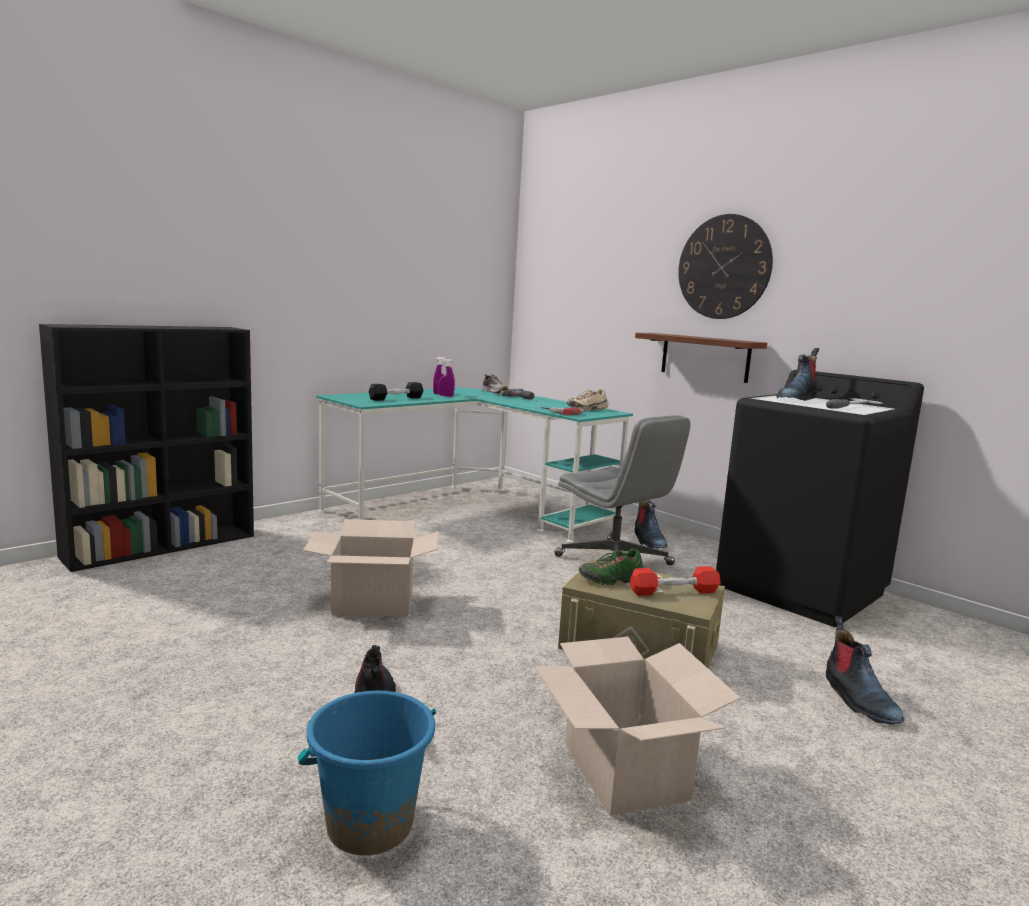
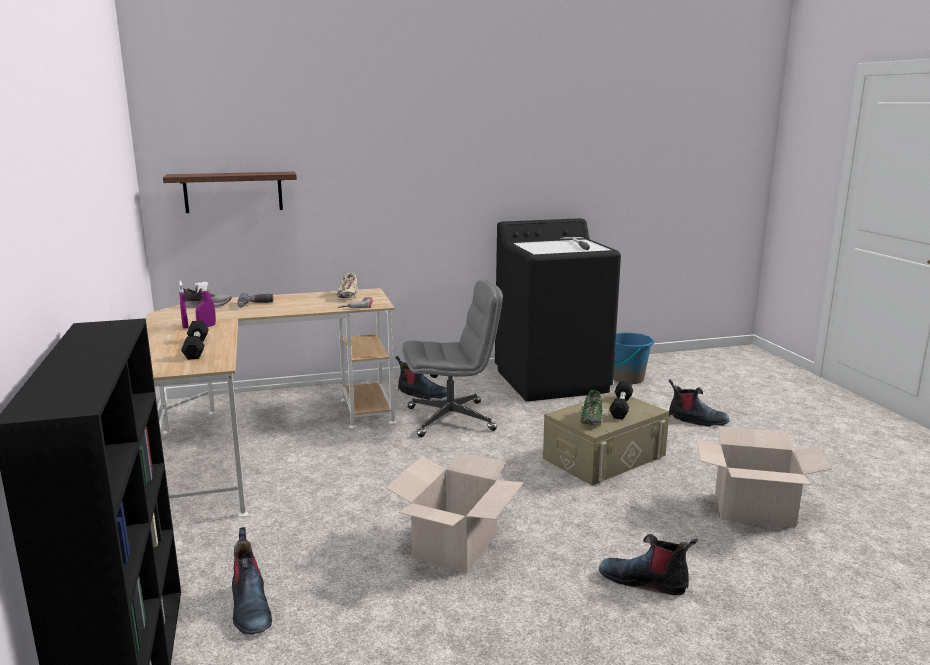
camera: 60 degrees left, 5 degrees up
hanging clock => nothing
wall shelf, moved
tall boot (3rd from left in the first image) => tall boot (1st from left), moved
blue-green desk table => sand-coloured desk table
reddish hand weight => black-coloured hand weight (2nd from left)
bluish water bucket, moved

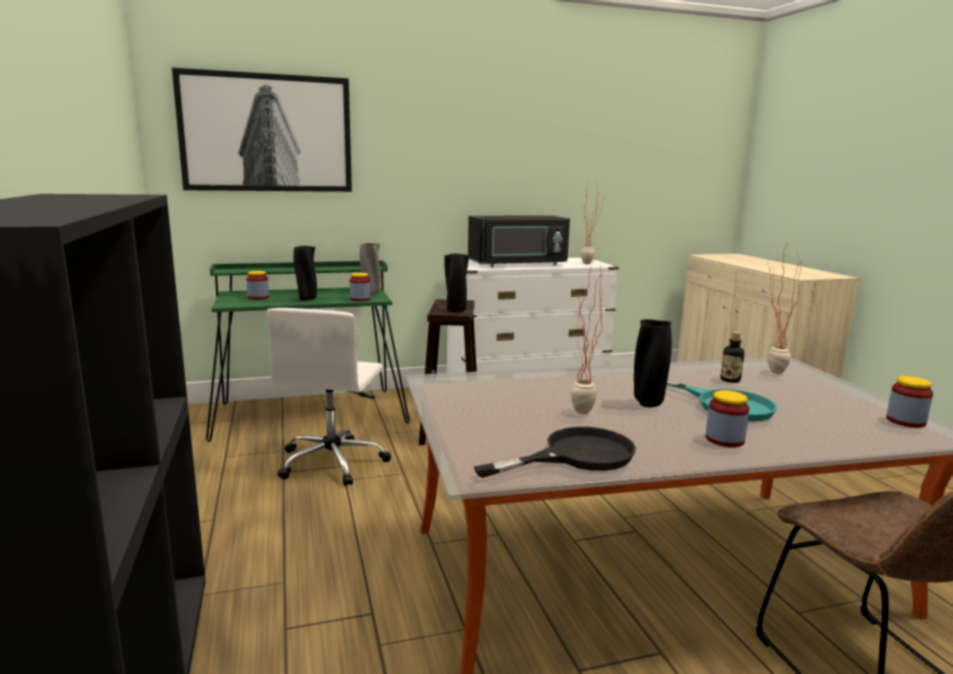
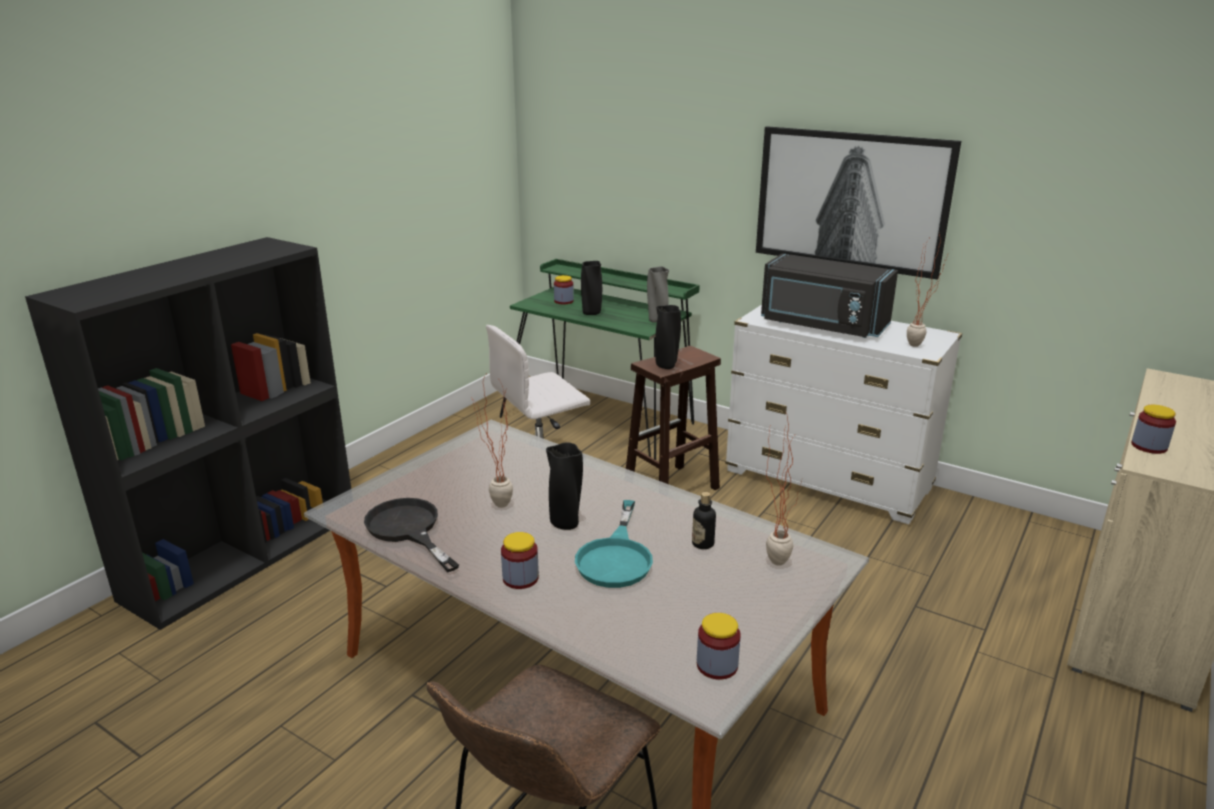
camera: 50 degrees right, 10 degrees up
wall art, moved
preserve jar (2nd from left in the first image) => preserve jar (4th from left), moved
black-coloured frying pan, 150 degrees counterclockwise

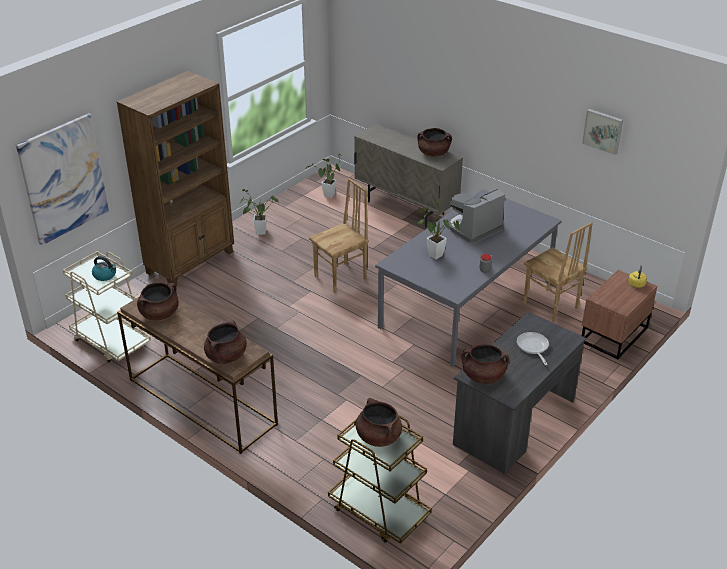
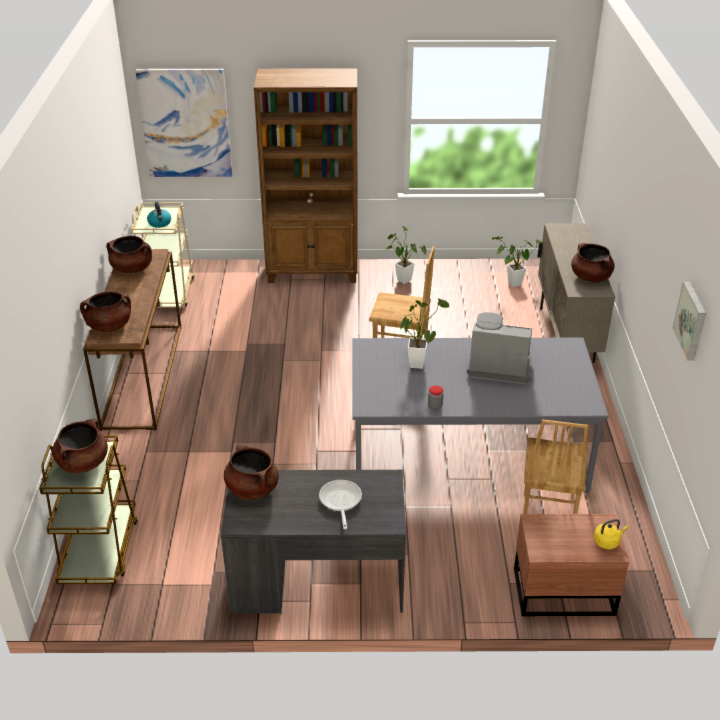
camera: 50 degrees right, 0 degrees up
frying pan, 45 degrees counterclockwise

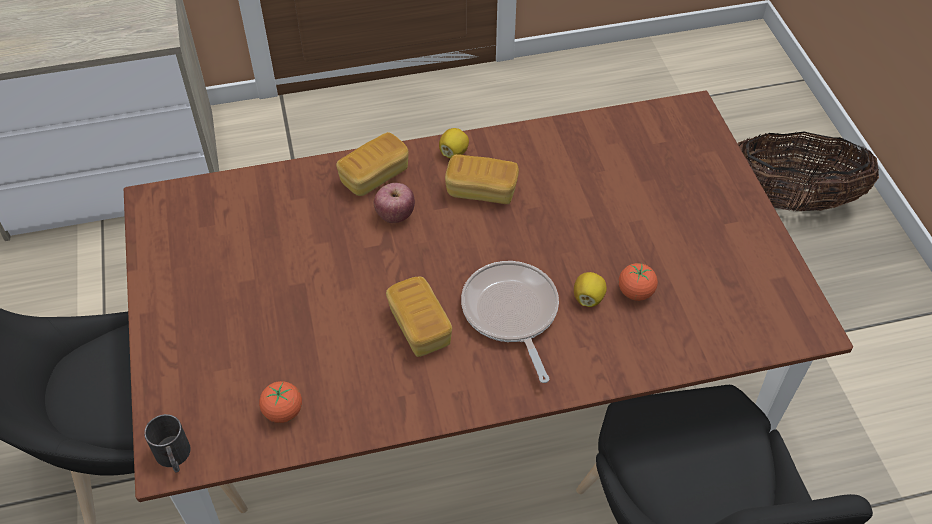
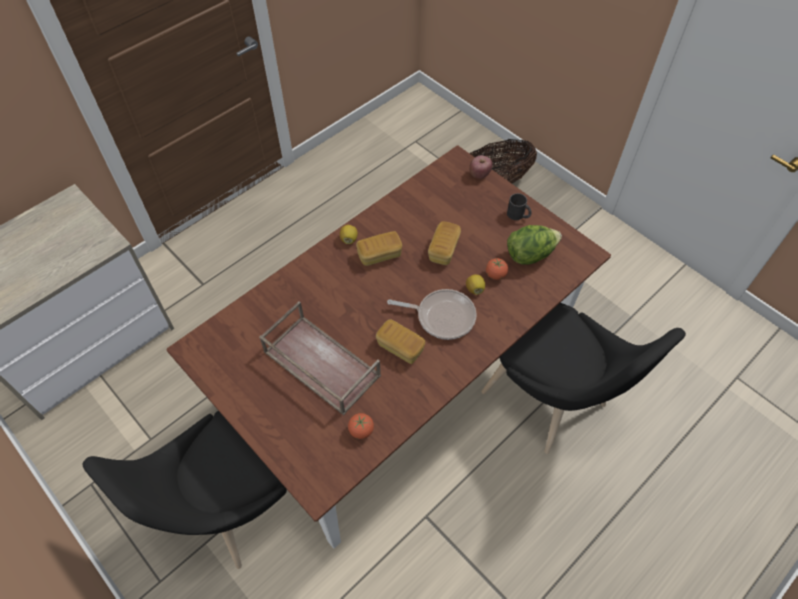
camera: 30 degrees left, 5 degrees up
bakery bread (1st from left in the first image) => bakery bread (3rd from left), moved
apple, moved
frying pan, 150 degrees clockwise
black-coloured tea mug, moved
nothing => lettuce head
nothing => brown tray

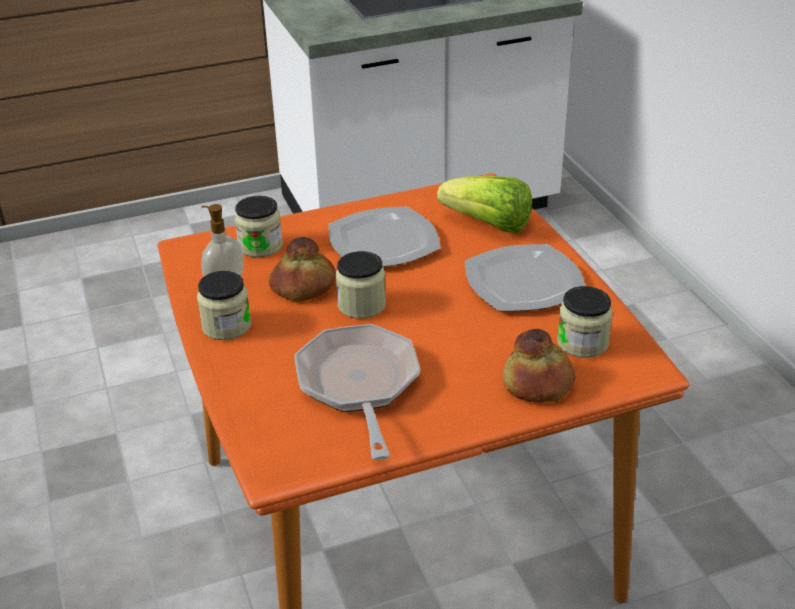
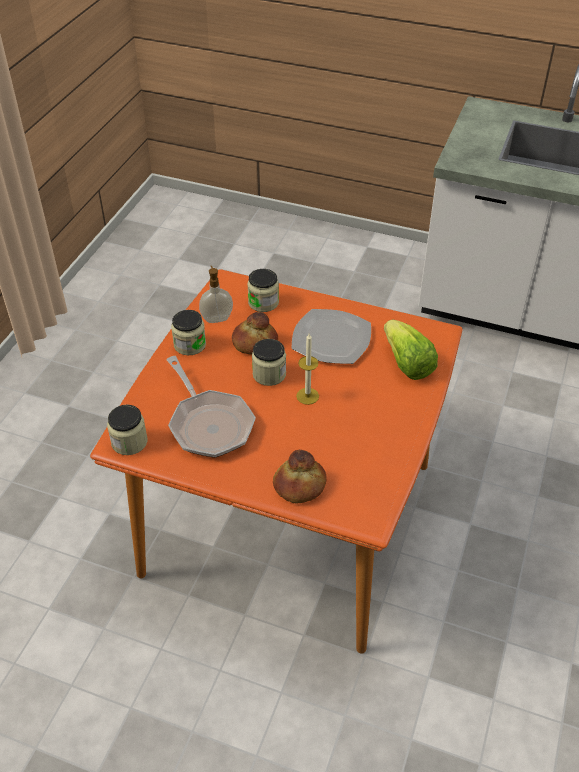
camera: 40 degrees right, 10 degrees up
plate (2nd from left) => nothing
preserve jar (4th from left in the first image) => preserve jar (1st from left), moved
frying pan, 120 degrees clockwise
nothing => wax candle

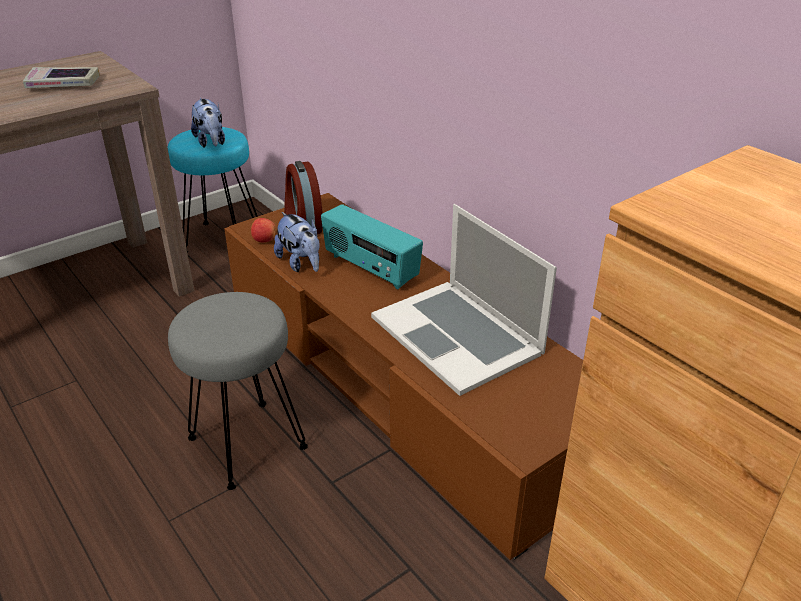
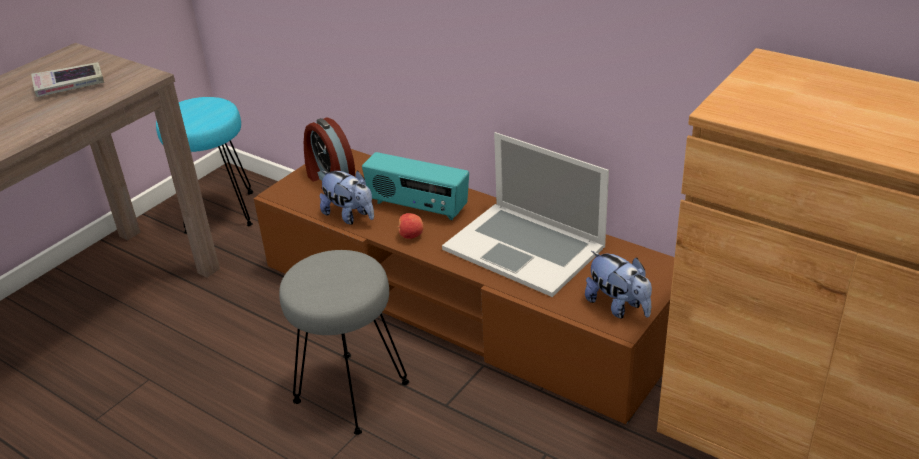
camera: 15 degrees left, 0 degrees up
soft toy (1st from left in the first image) => soft toy (2nd from left), moved
apple, moved

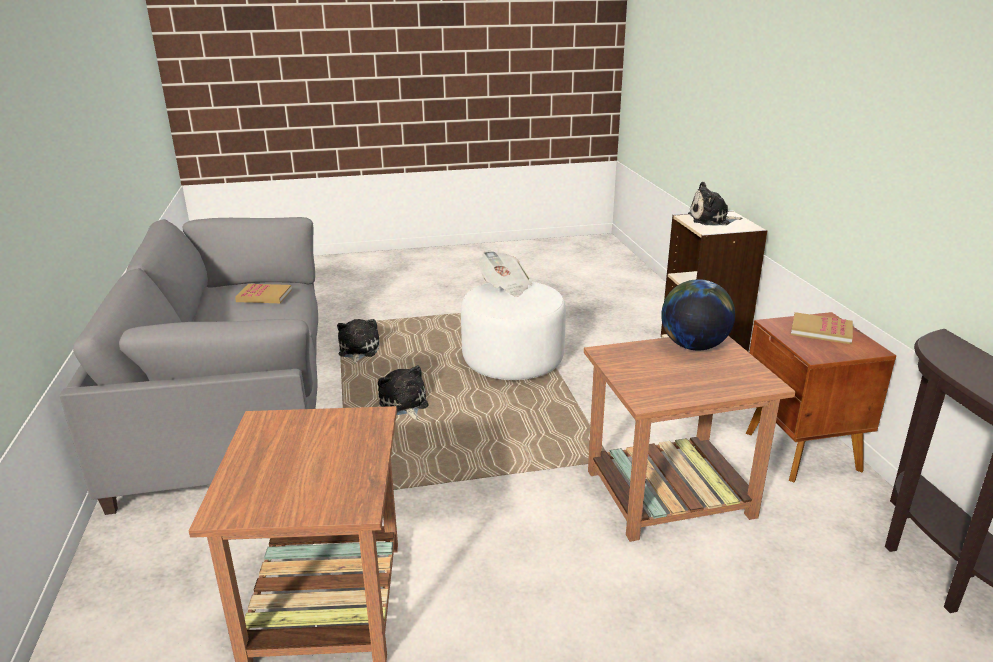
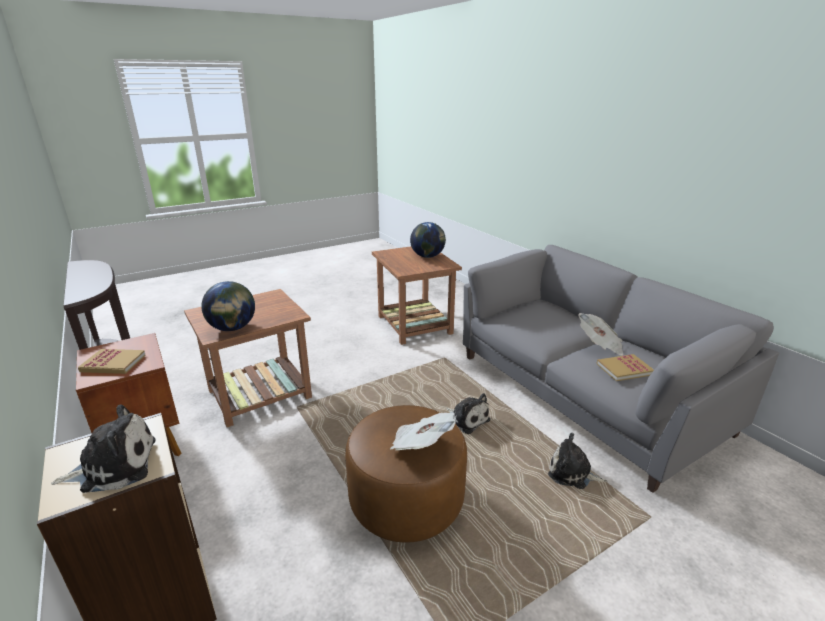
camera: 160 degrees right, 0 degrees up
whitish footrest => brown footrest
soft toy (1st from left in the first image) => soft toy (3rd from left), 135 degrees clockwise
nothing => desk globe (2nd from left)
nothing => printed paper (2nd from left)

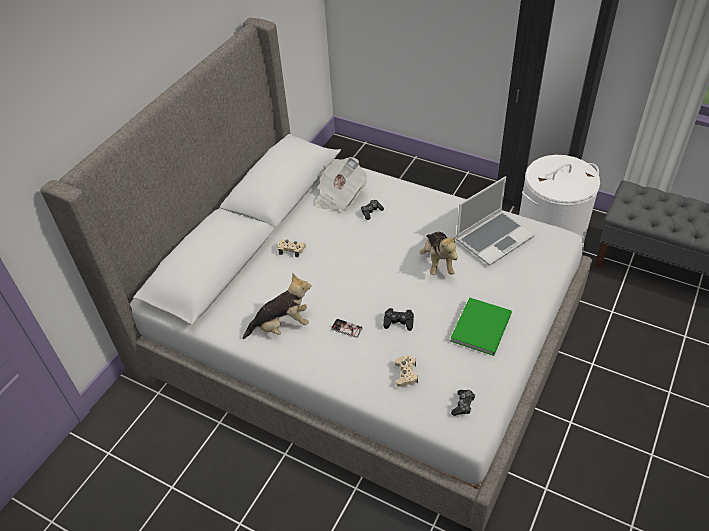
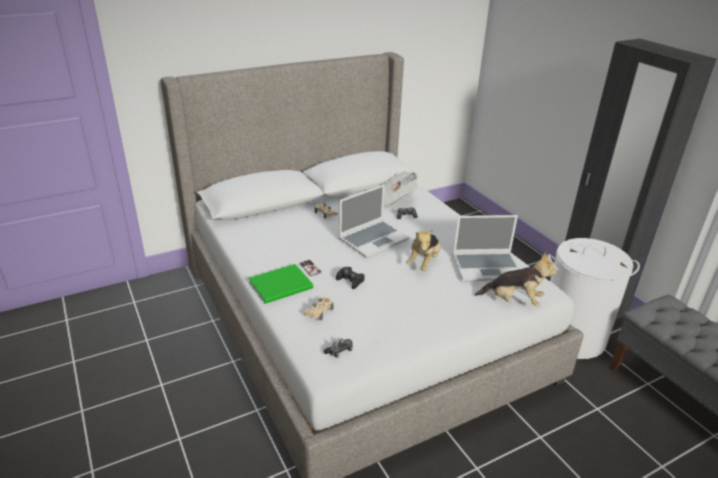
camera: 30 degrees right, 15 degrees down
soft toy (1st from left in the first image) => soft toy (2nd from left), moved
green-coloured volume, moved
nothing => portable computer (1st from left)

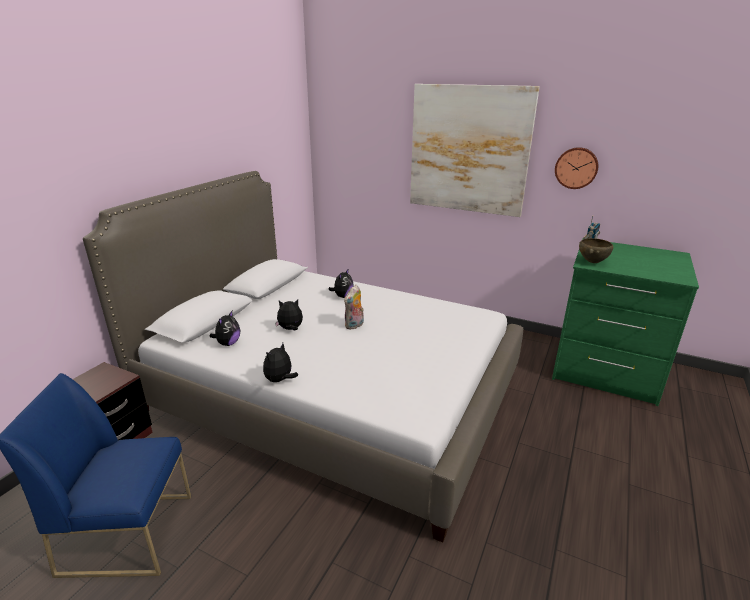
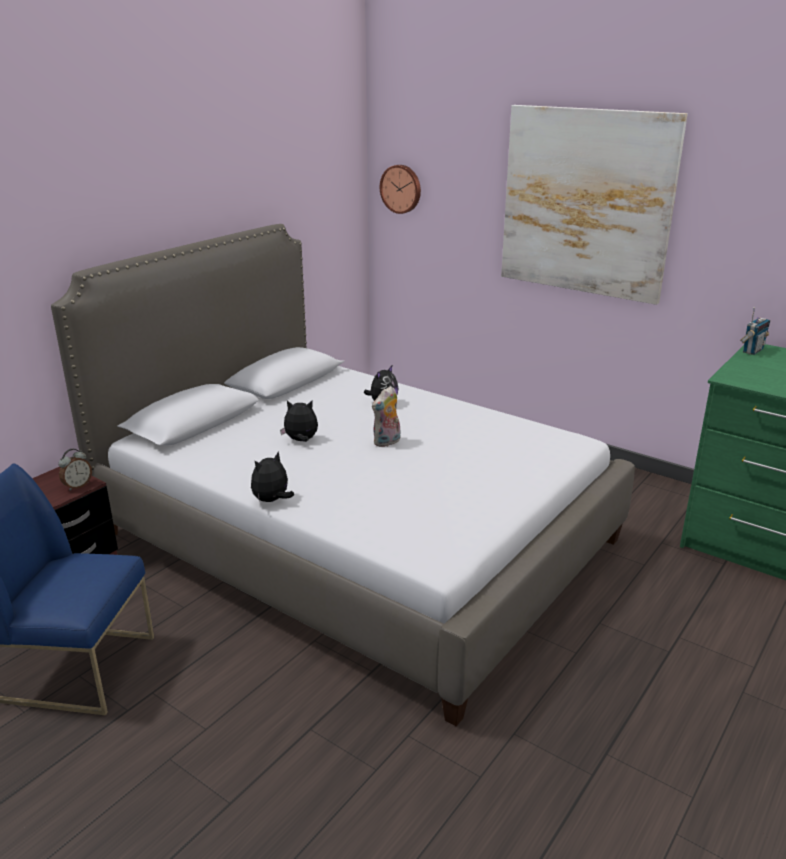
camera: 10 degrees right, 0 degrees up
hanging clock, moved
brown serving bowl => nothing
soft toy (1st from left) => nothing
nothing => alarm clock

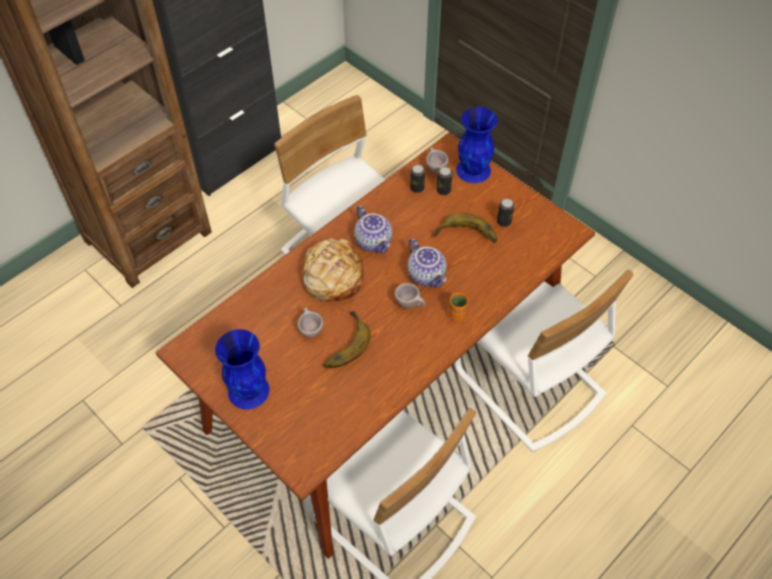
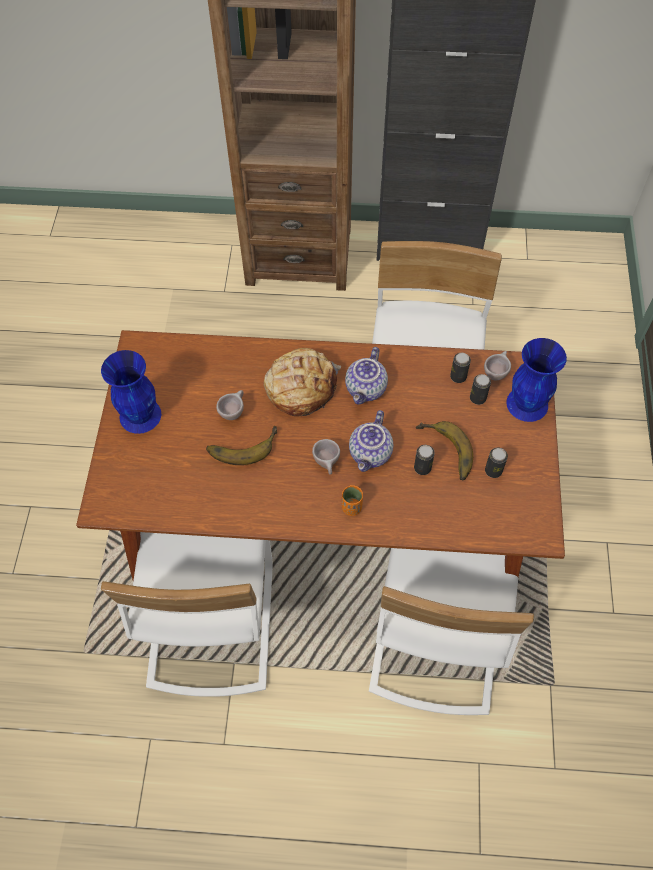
camera: 50 degrees right, 5 degrees up
nothing => sealed can (1st from left)

